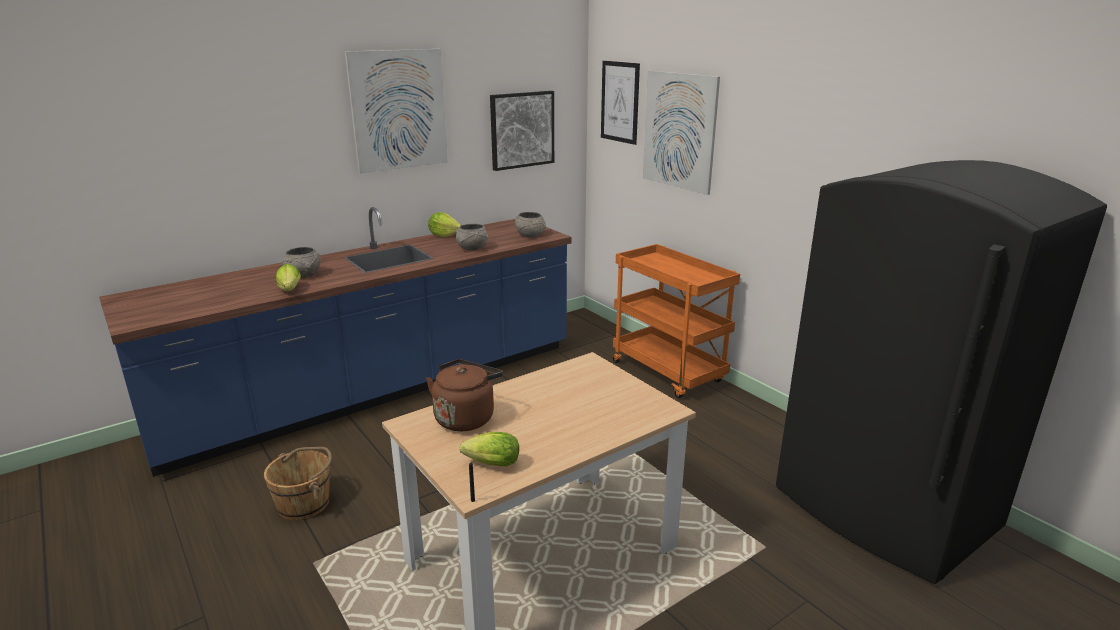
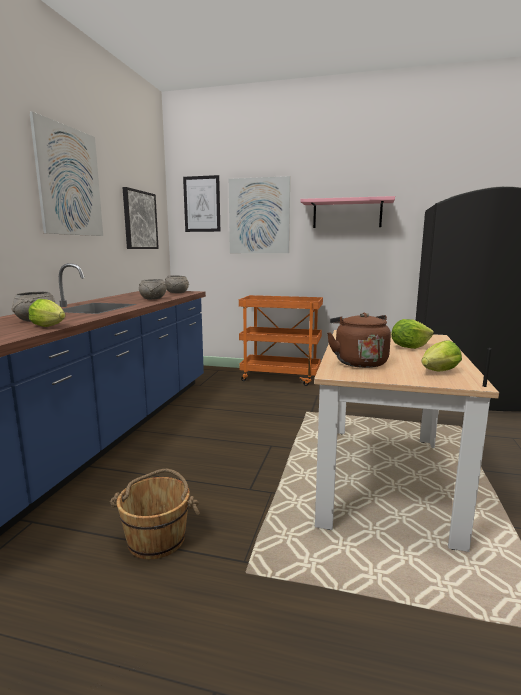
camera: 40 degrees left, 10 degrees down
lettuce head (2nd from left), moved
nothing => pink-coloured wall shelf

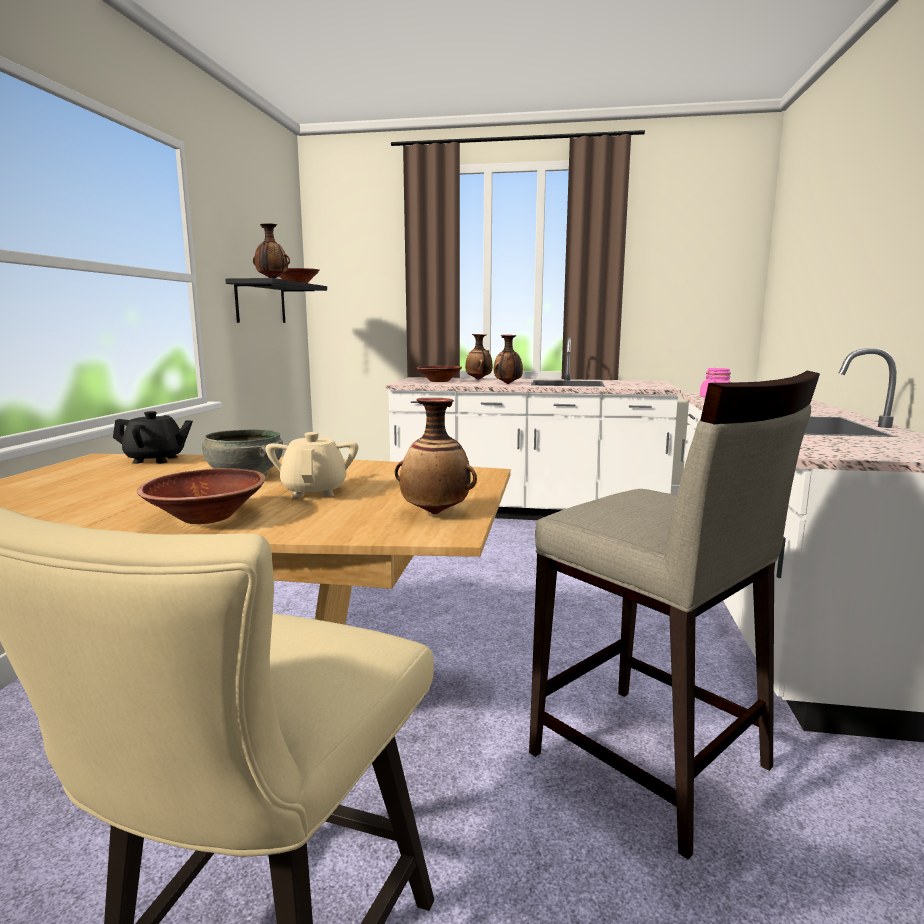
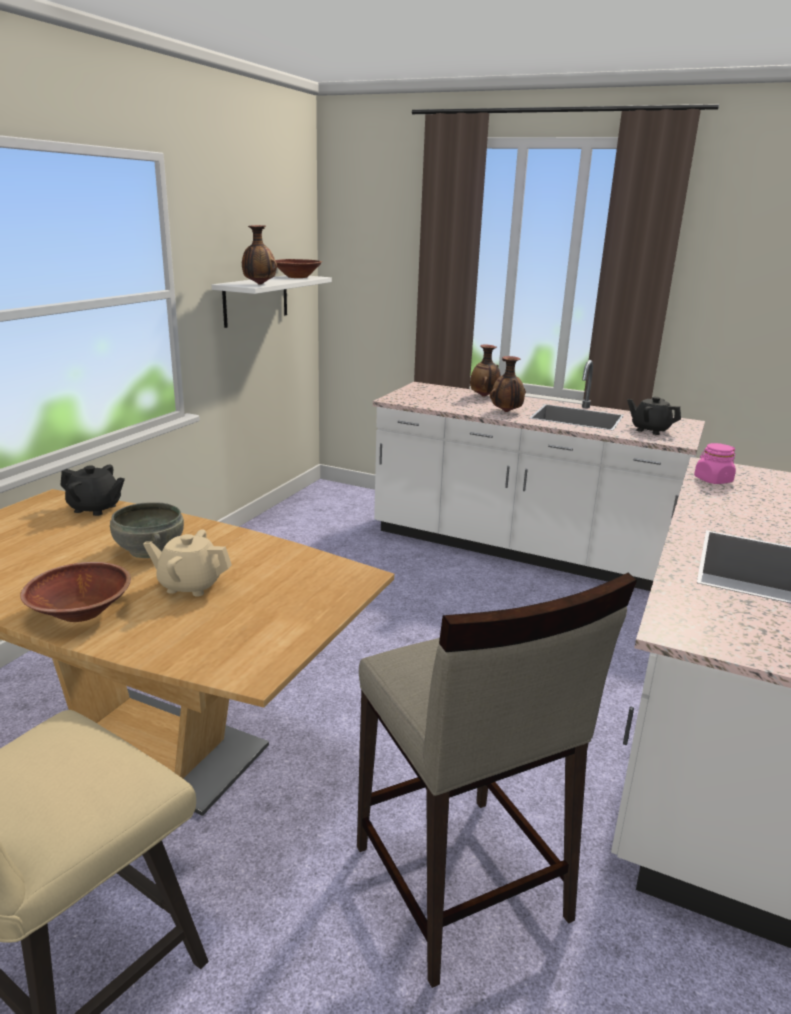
camera: 15 degrees right, 10 degrees up
black-coloured wall shelf => whitish wall shelf
brown serving bowl (3rd from left) => nothing
flower vase (2nd from left) => nothing
sand-coloured teapot, 90 degrees counterclockwise
nothing => black-coloured teapot (2nd from left)

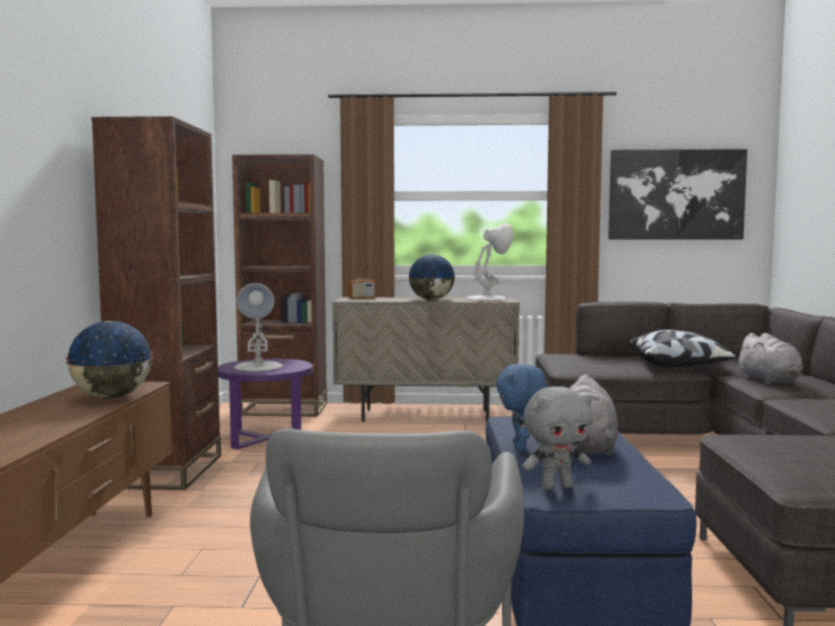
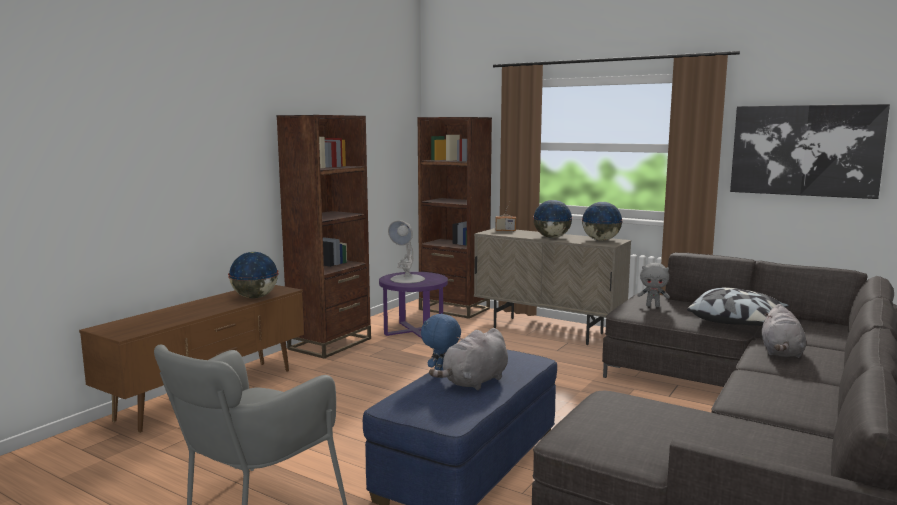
camera: 30 degrees right, 5 degrees up
whitish tabletop lamp (2nd from left) => desk globe (3rd from left)
greyish soft toy (1st from left in the first image) => greyish soft toy (2nd from left), moved

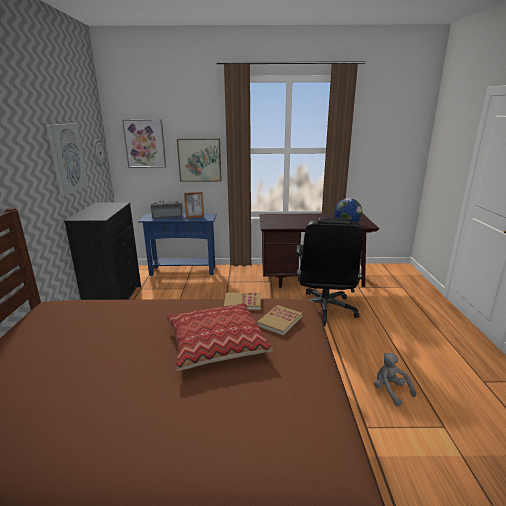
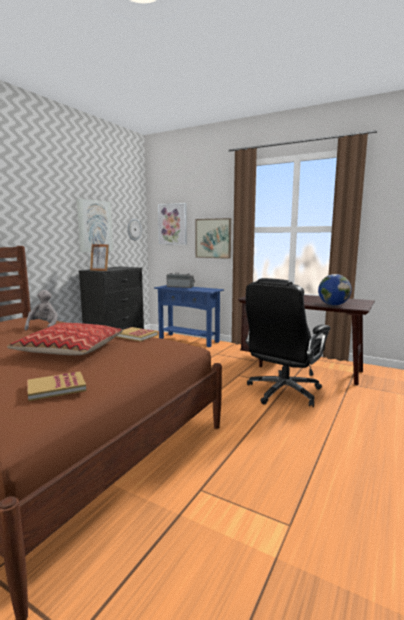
camera: 30 degrees right, 10 degrees down
standing frame, moved
volume (2nd from left in the first image) => volume (1st from left), moved
greyish soft toy, moved

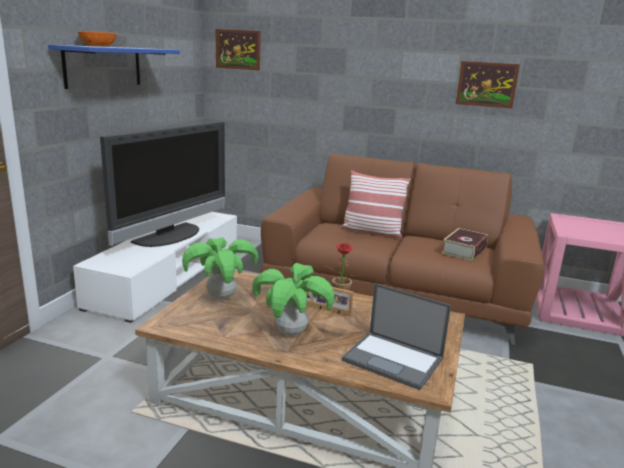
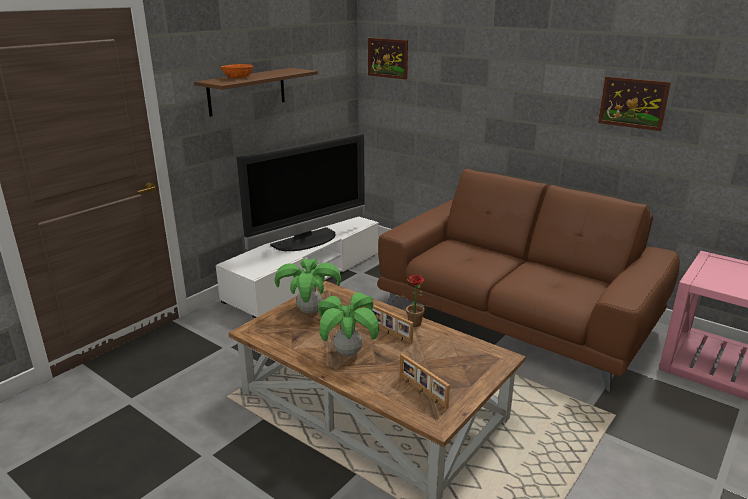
camera: 20 degrees right, 5 degrees up
bluish wall shelf => brown wall shelf
pillow => nothing
volume => nothing
portable computer => standing frame (2nd from left)

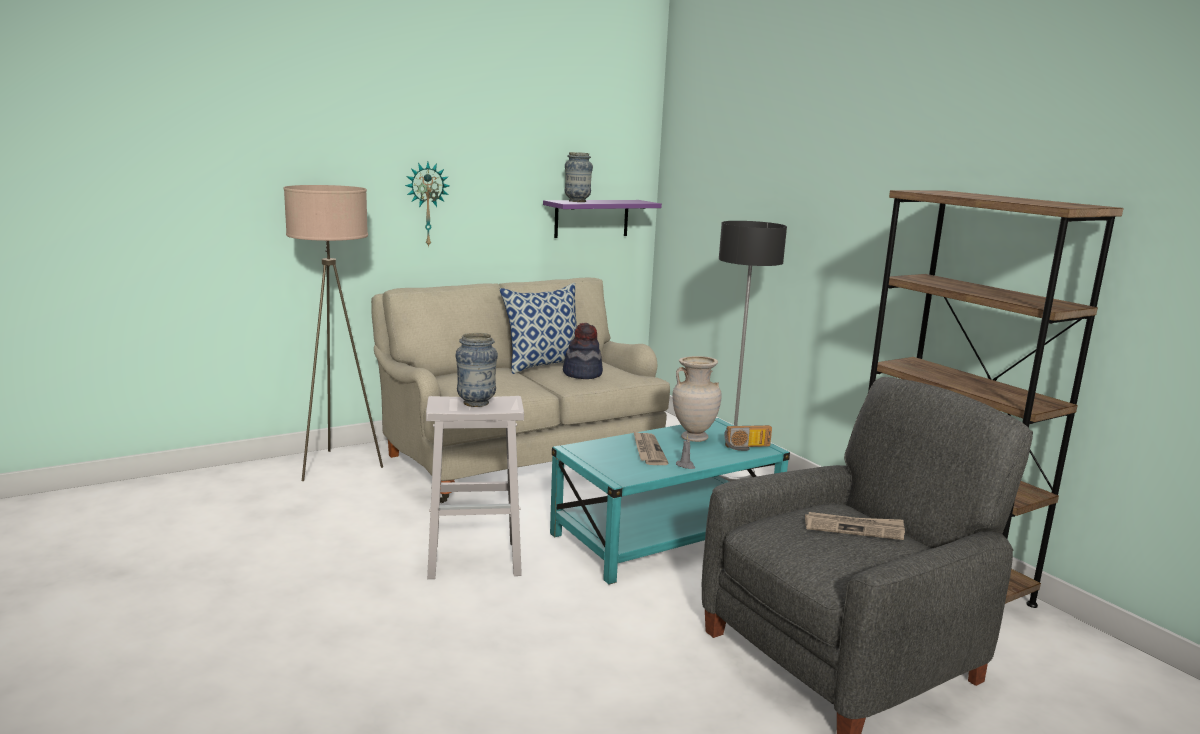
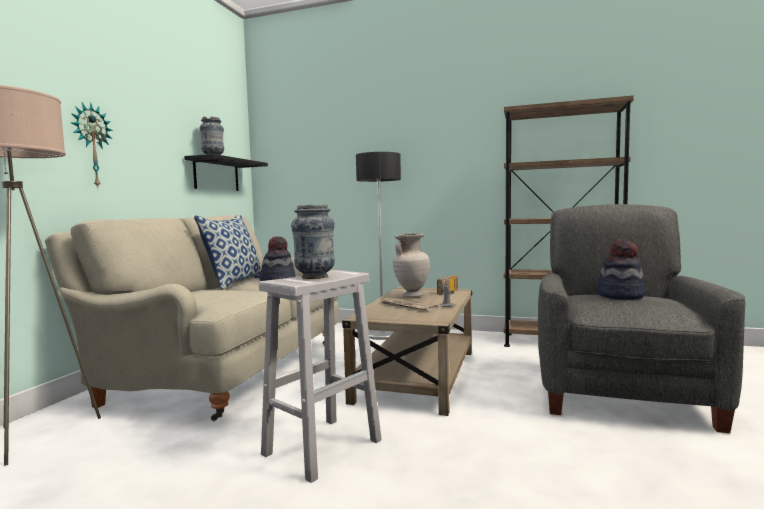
camera: 40 degrees left, 10 degrees down
purple-coloured wall shelf => black-coloured wall shelf
blue-green lounge table => sand-coloured lounge table
printed paper (2nd from left) => clothing hat (2nd from left)

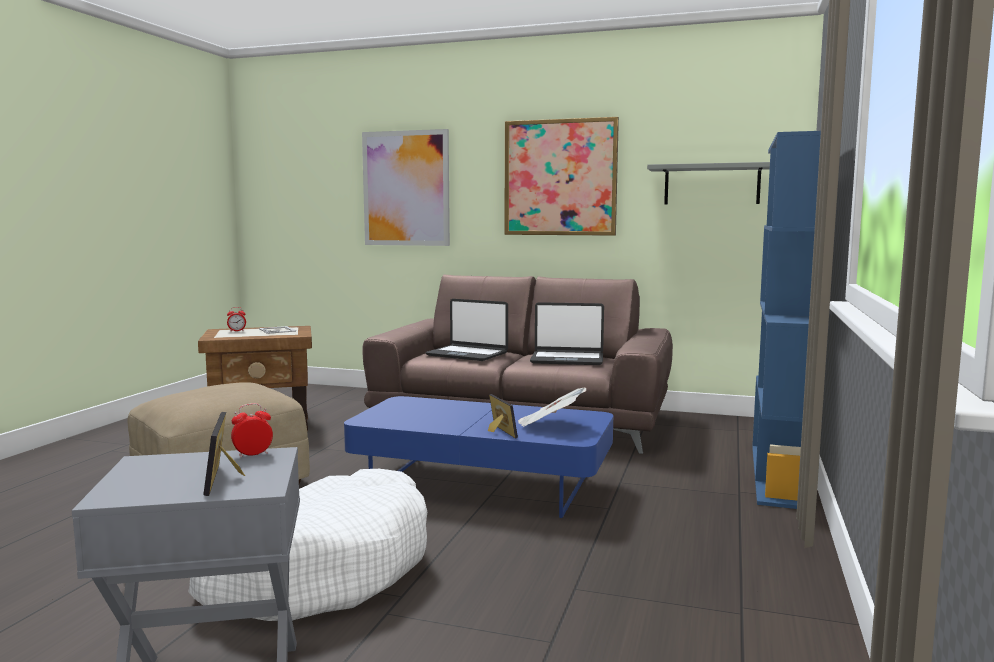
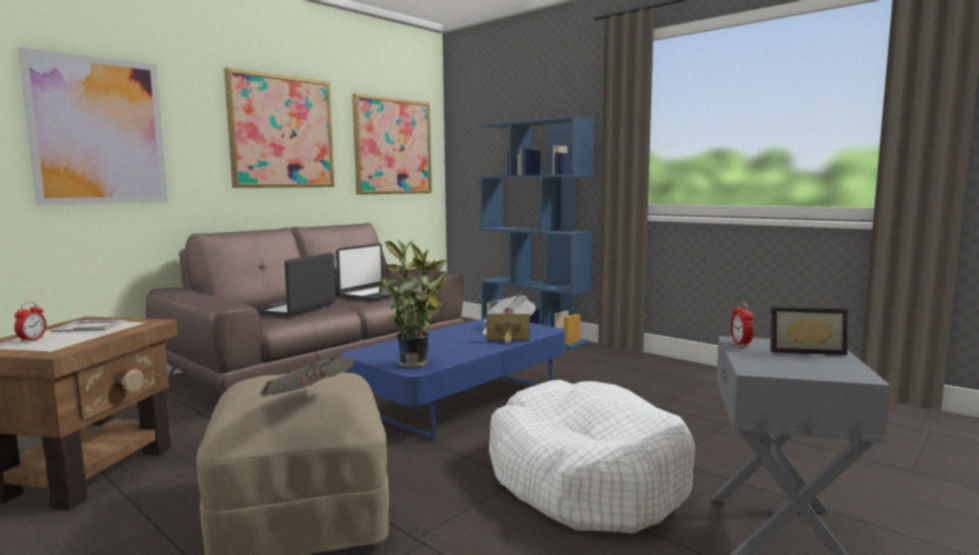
camera: 65 degrees left, 0 degrees up
greyish wall shelf => wall art (3rd from left)
portable computer (1st from left), 150 degrees clockwise
nothing => houseplant
nothing => printed paper (1st from left)

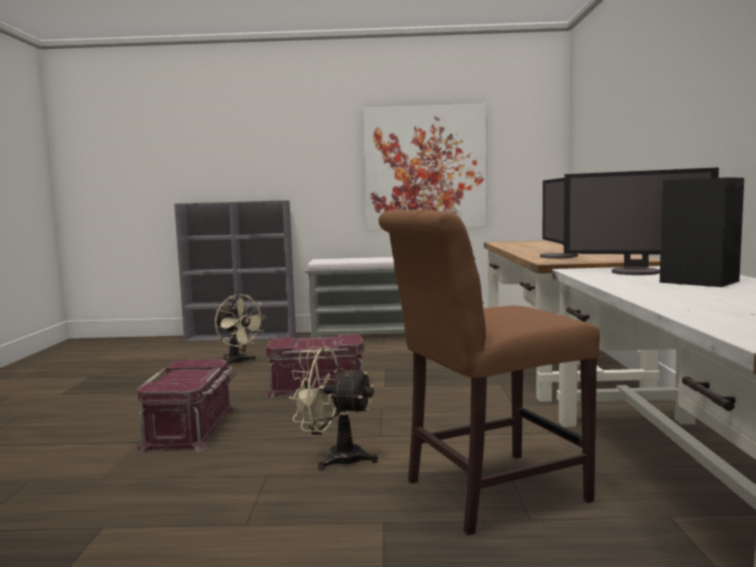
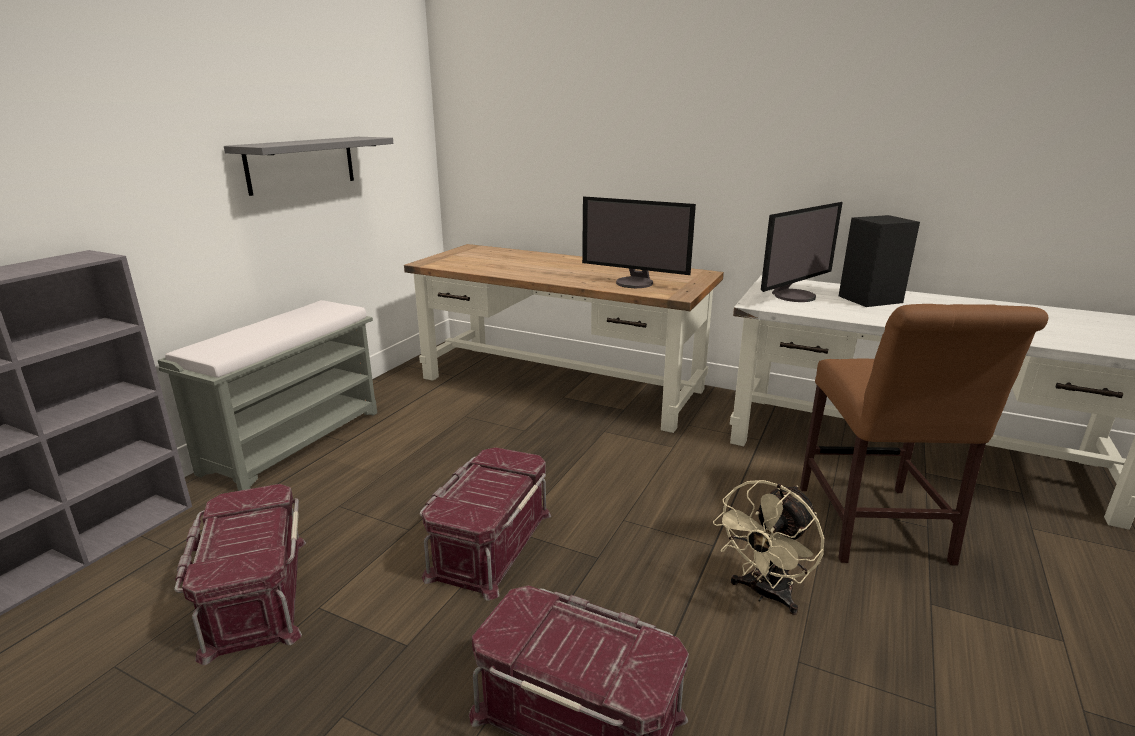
camera: 65 degrees left, 15 degrees up
wall art => greyish wall shelf
sand-coloured cooling fan (1st from left) => reddish storage box (1st from left)

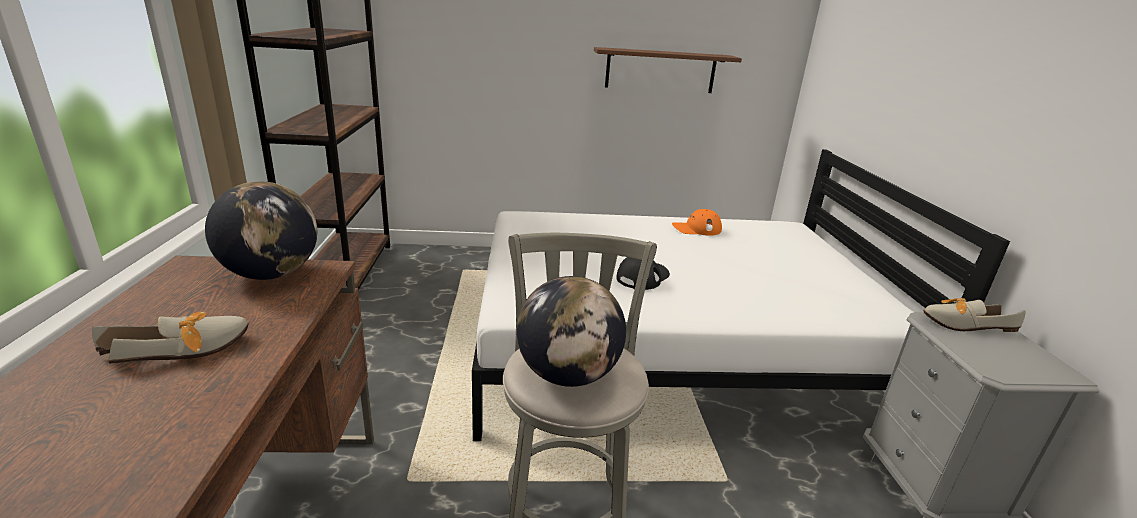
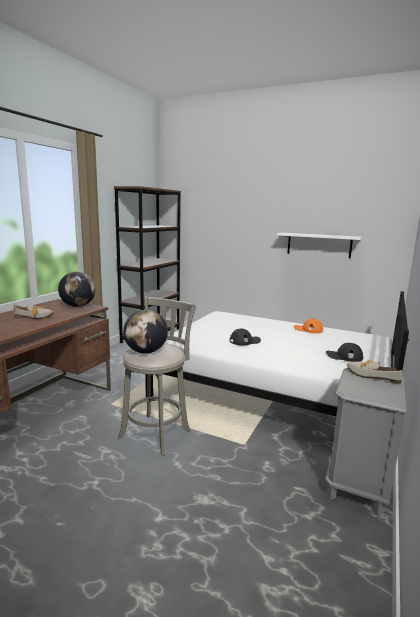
camera: 30 degrees right, 10 degrees down
brown wall shelf => whitish wall shelf
nothing => black-coloured peaked cap (2nd from left)

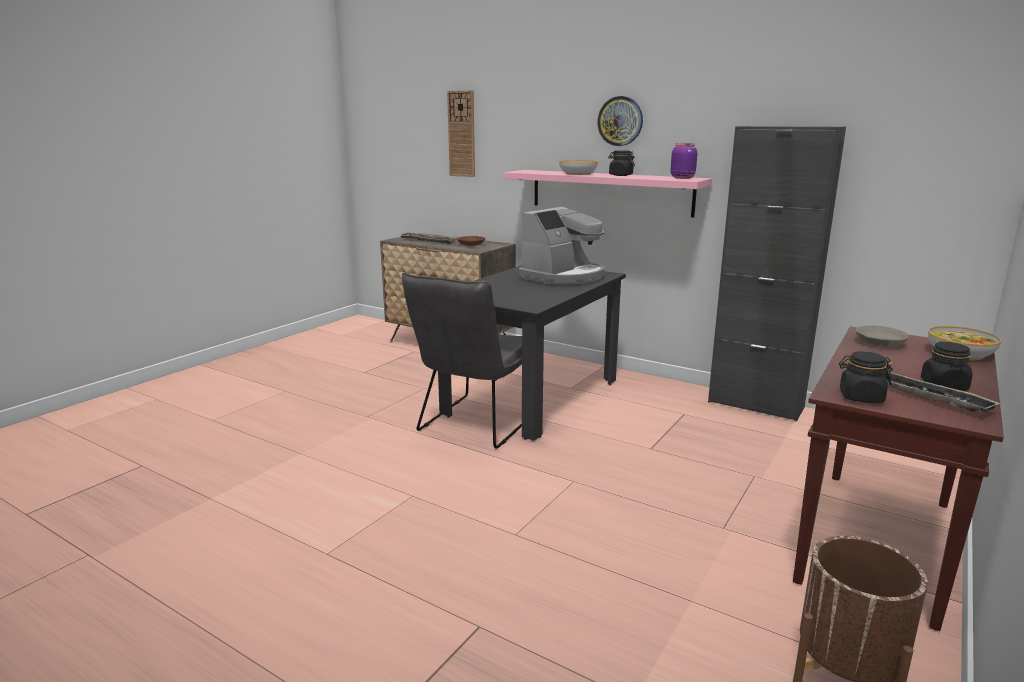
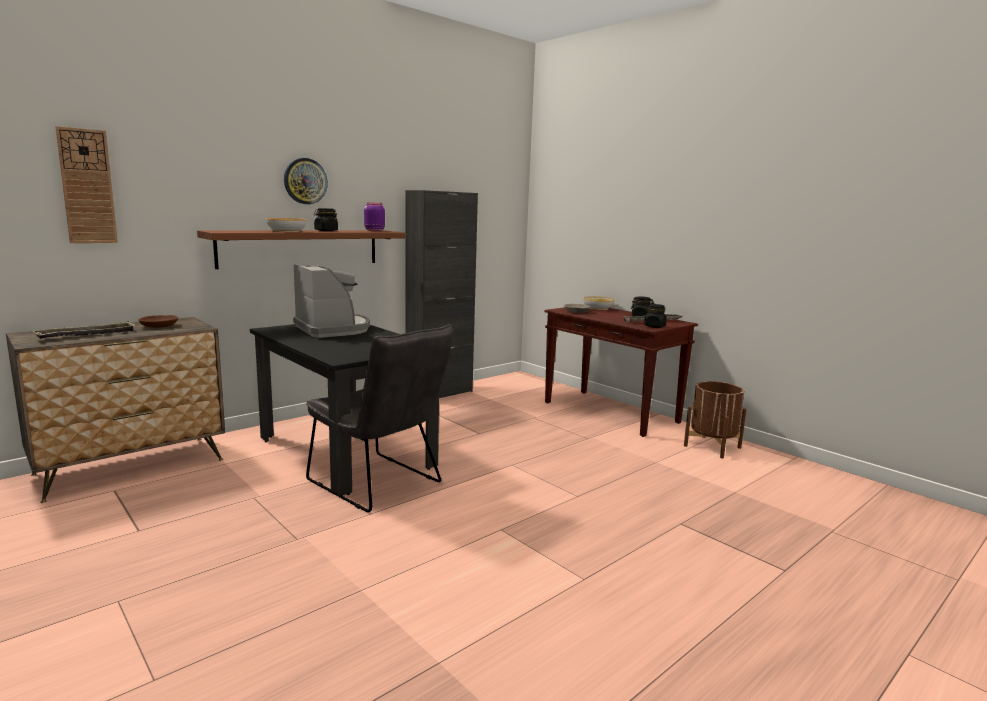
camera: 75 degrees left, 5 degrees down
pink-coloured wall shelf => brown wall shelf

